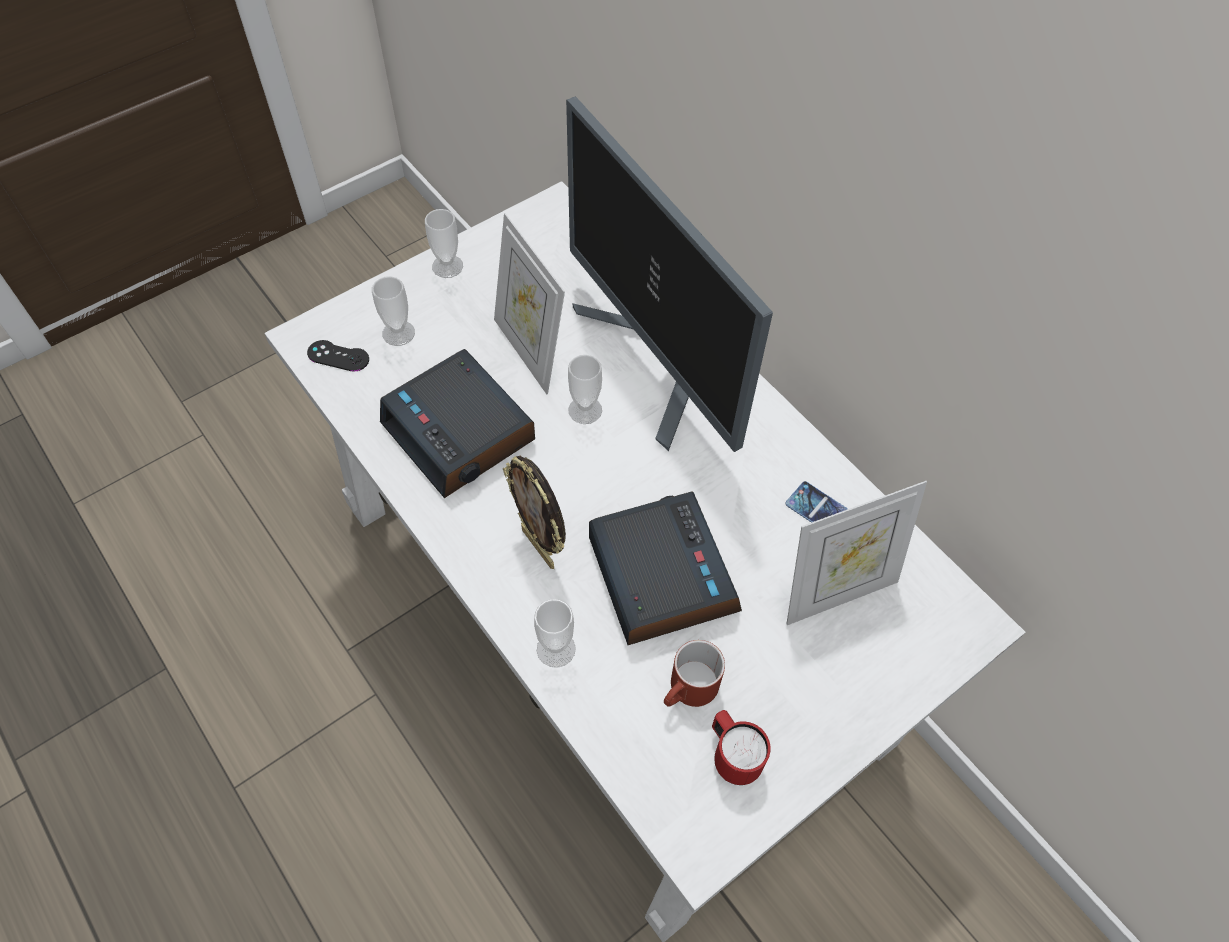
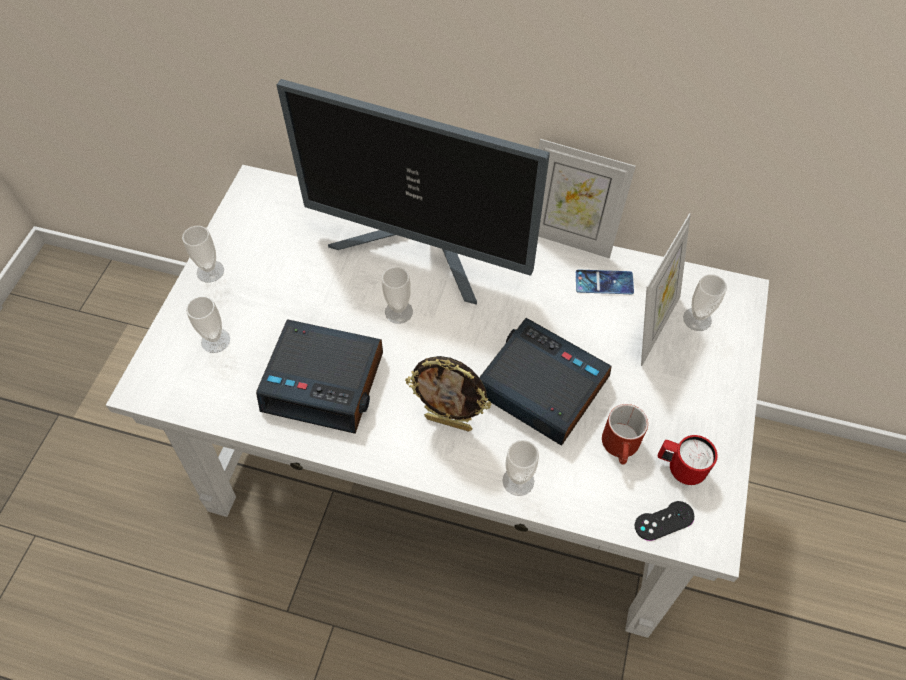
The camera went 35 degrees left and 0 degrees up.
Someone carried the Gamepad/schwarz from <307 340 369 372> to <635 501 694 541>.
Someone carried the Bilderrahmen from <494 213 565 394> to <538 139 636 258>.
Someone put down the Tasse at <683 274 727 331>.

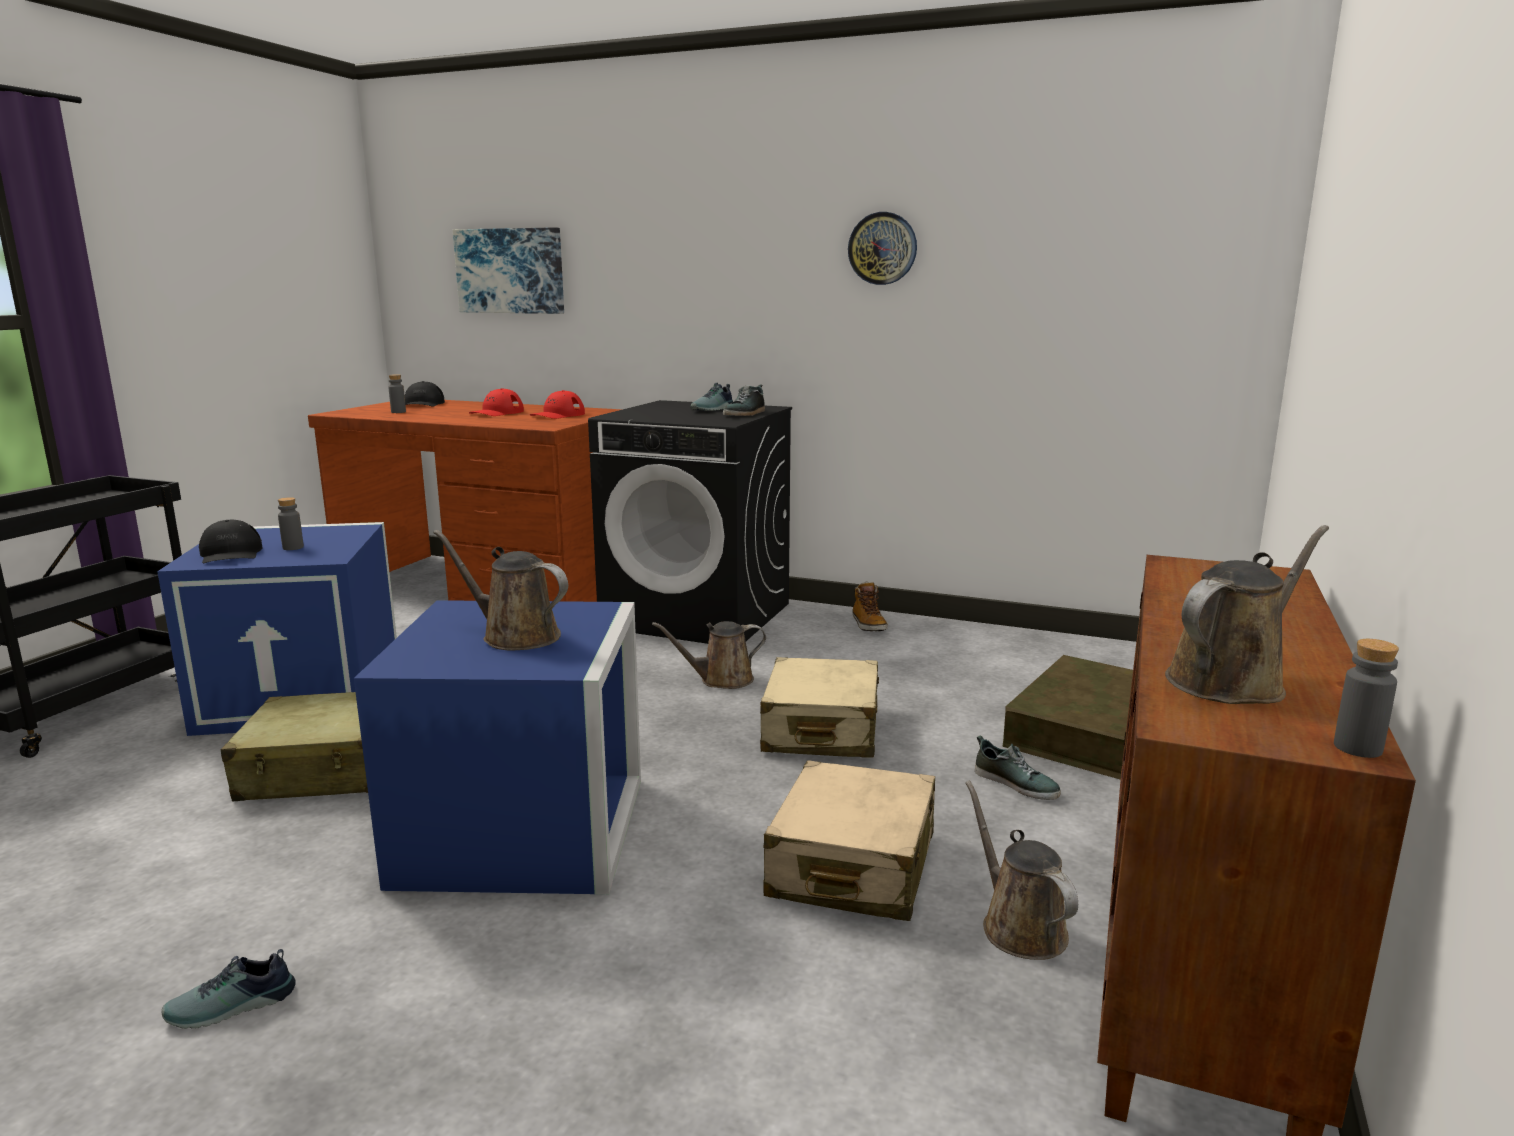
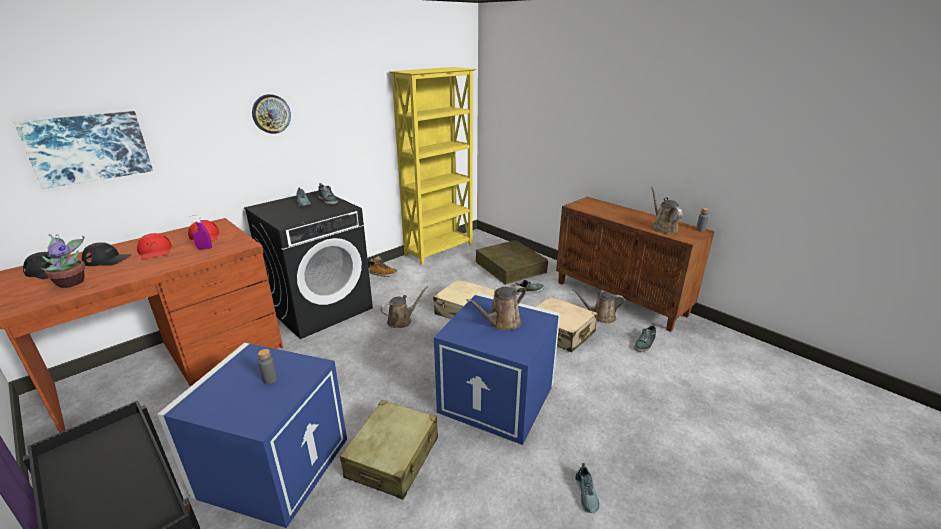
The camera went 65 degrees left and 10 degrees up.
Someone carried the Kappe/schwarz from <199 520 262 563> to <82 242 131 266>.
Someone swapped the Flasche/grau at <388 374 406 413> for the Topfpflanze at <41 234 85 288>.
Someone rotated the Gießkanne/braun at <652 621 766 689> by 135 degrees counterclockwise.
Someone carried the Wanduhr from <848 212 917 285> to <252 94 291 134>.
Someone put down the Sprühflasche/lila at <189 215 212 249>.
Someone put down the Bücherregal/gelb at <389 67 476 265>.
Someone put down the Schuh at <634 324 656 352>.

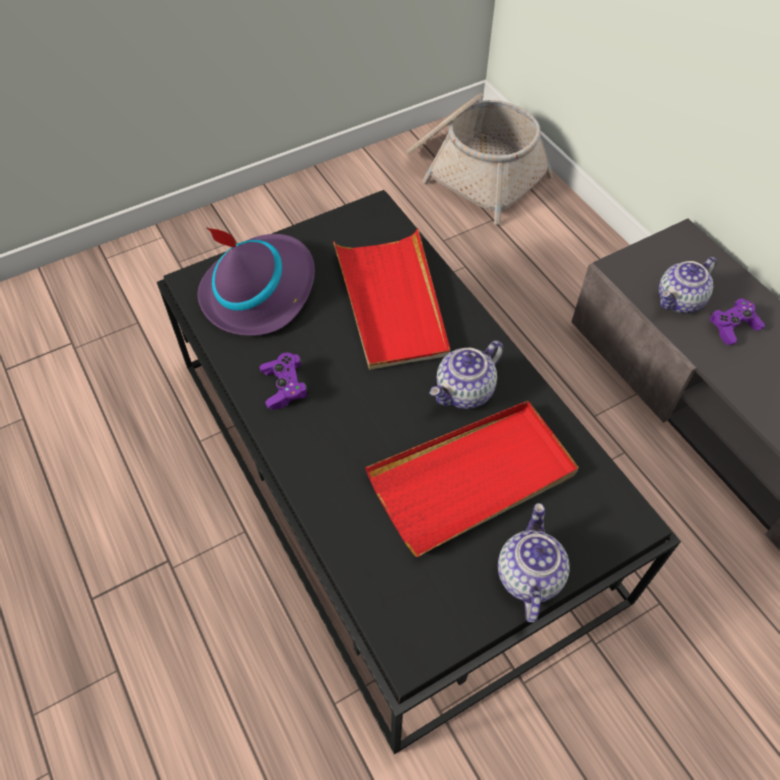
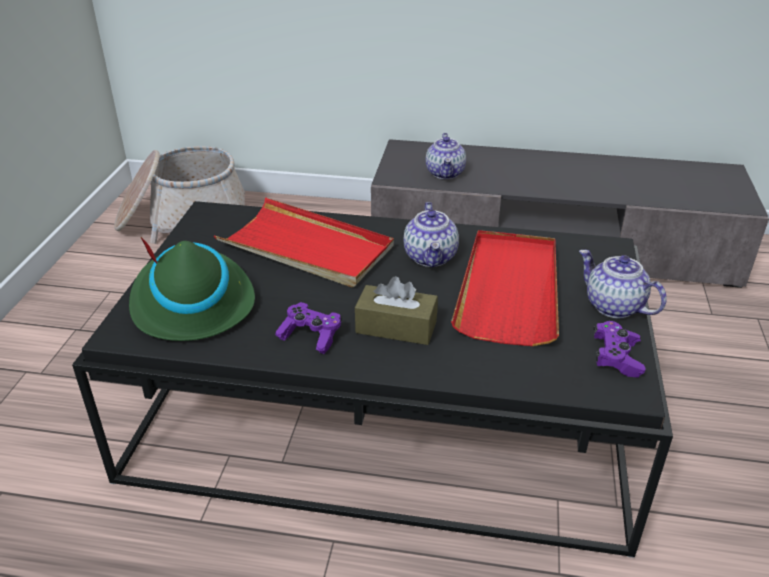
The camera went 50 degrees left and 20 degrees down.
Someone repainted the Hut/lila at <198 227 315 336>, which became the Hut/grün at <129 237 255 341>.
Someone carried the Gamepad/lila from <710 298 765 345> to <594 321 646 378>.
Someone put down the Taschentuchbox/braun at <355 276 438 345>.

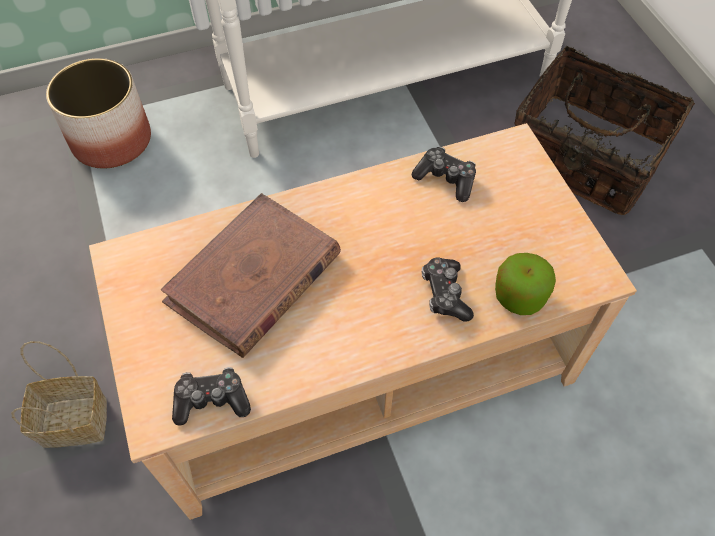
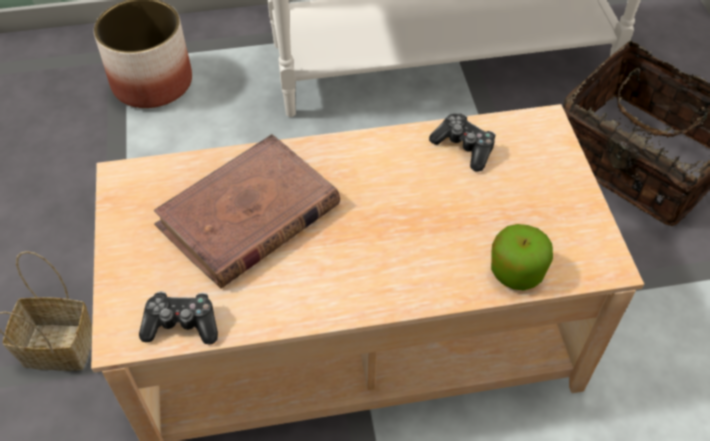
The camera went 10 degrees right and 5 degrees down.
Someone took away the Gamepad at <422 258 474 322>.

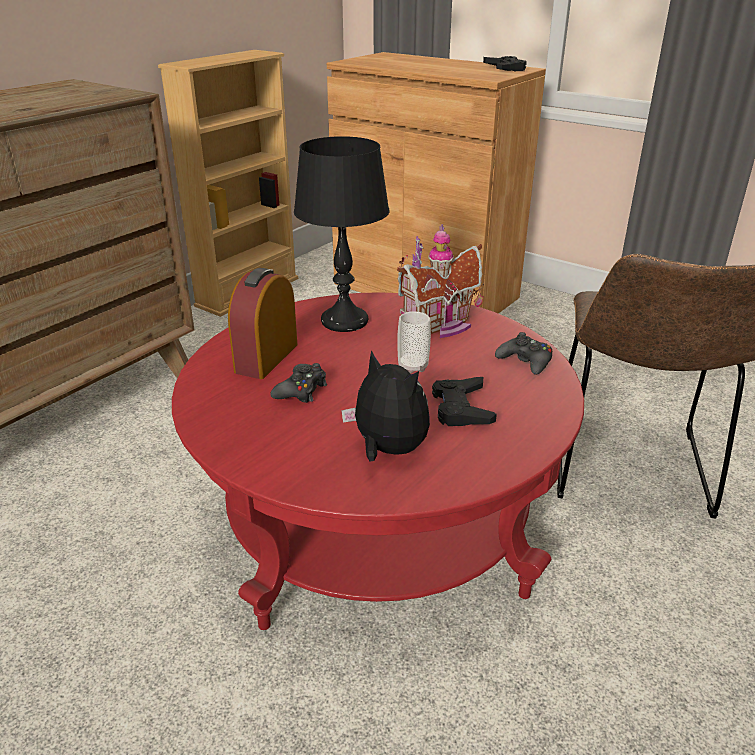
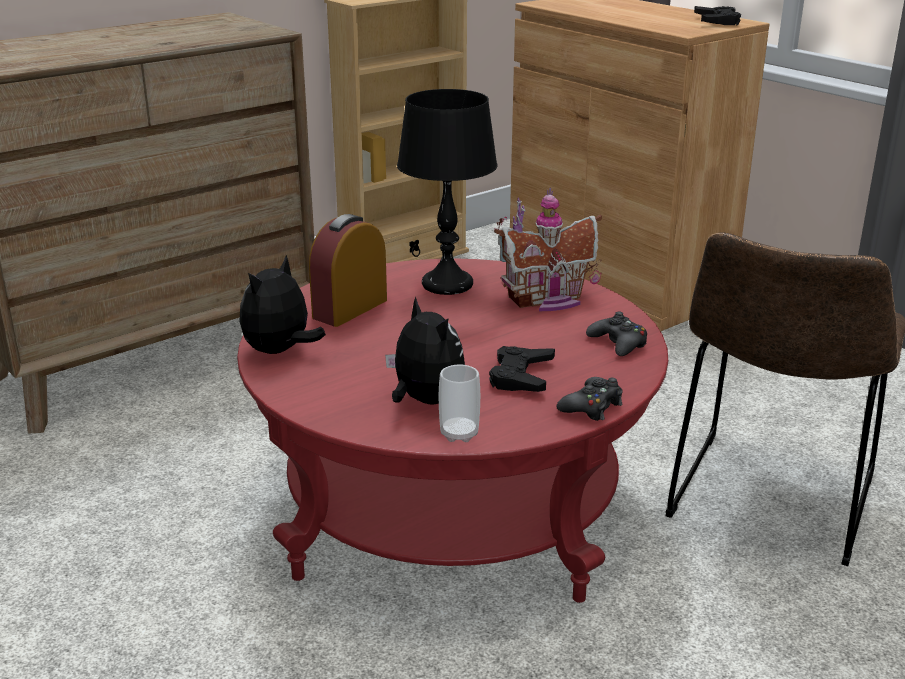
The camera went 15 degrees right and 5 degrees down.
Someone carried the Gamepad/schwarz from <270 363 327 403> to <556 377 623 421>.
Someone carried the Tasse from <397 312 431 373> to <439 364 480 442>.
Someone put down the Plüschtier at <239 255 326 354>.

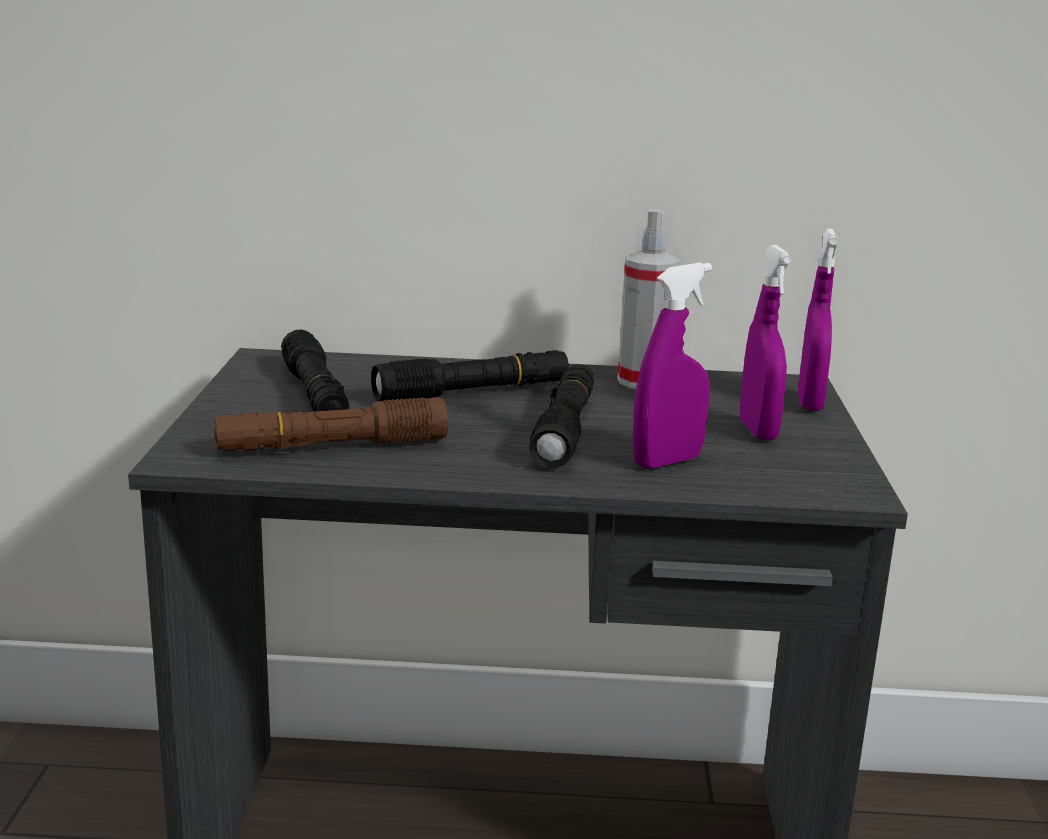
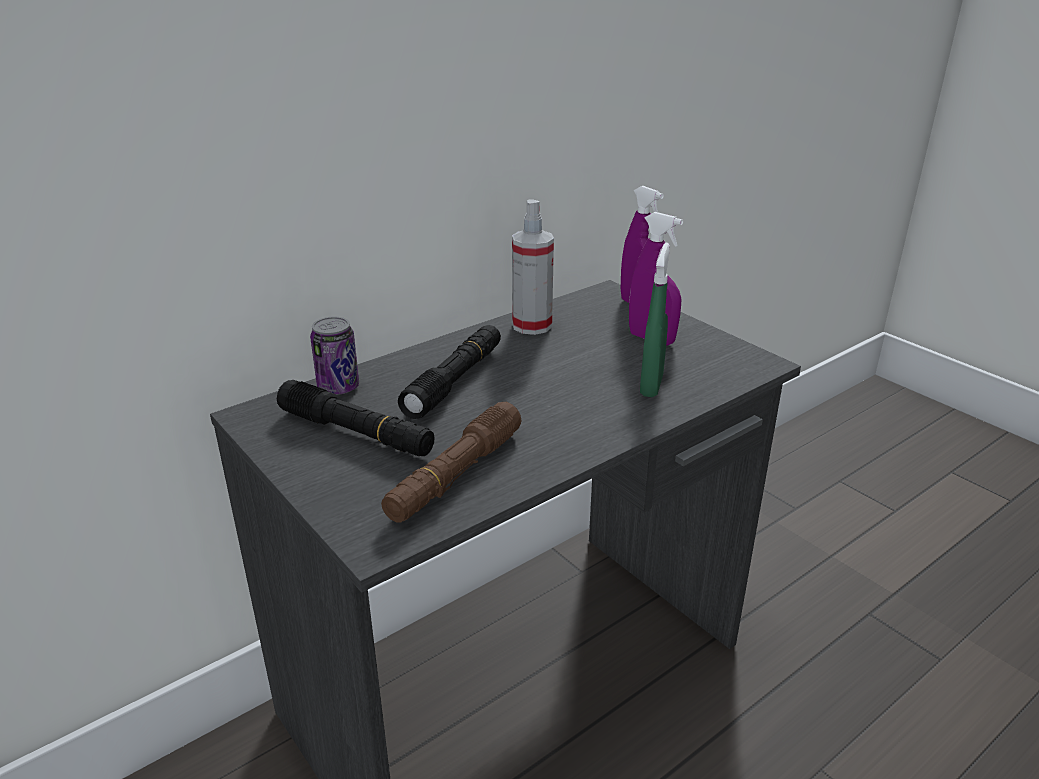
The camera went 40 degrees left and 10 degrees up.
Someone took away the Taschenlampe/schwarz at <529 364 594 469>.
Someone repainted the Sprühflasche/lila at <633 262 712 469>, which became the Sprühflasche/grün at <640 243 670 397>.
Someone put down the Dose at <310 317 359 395>.

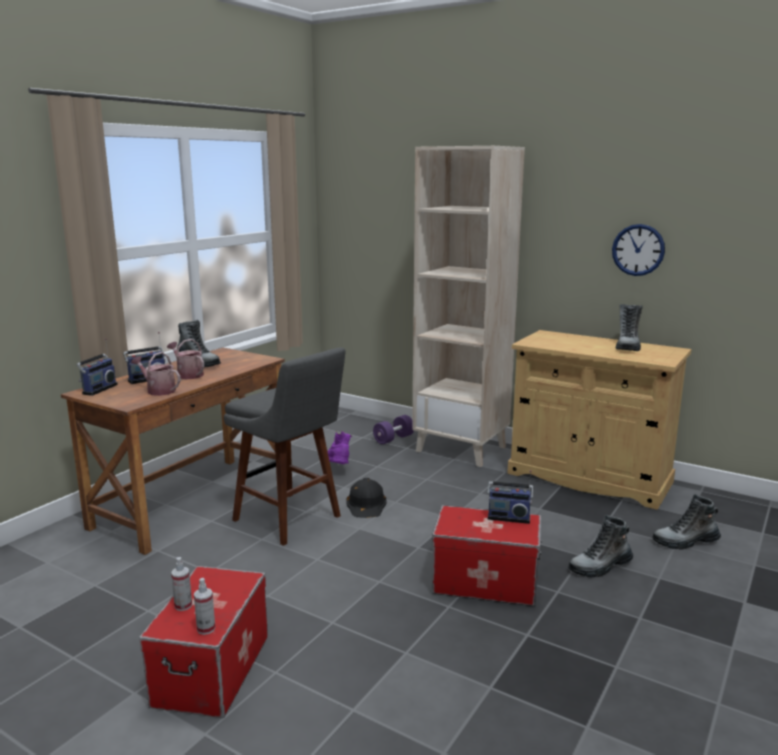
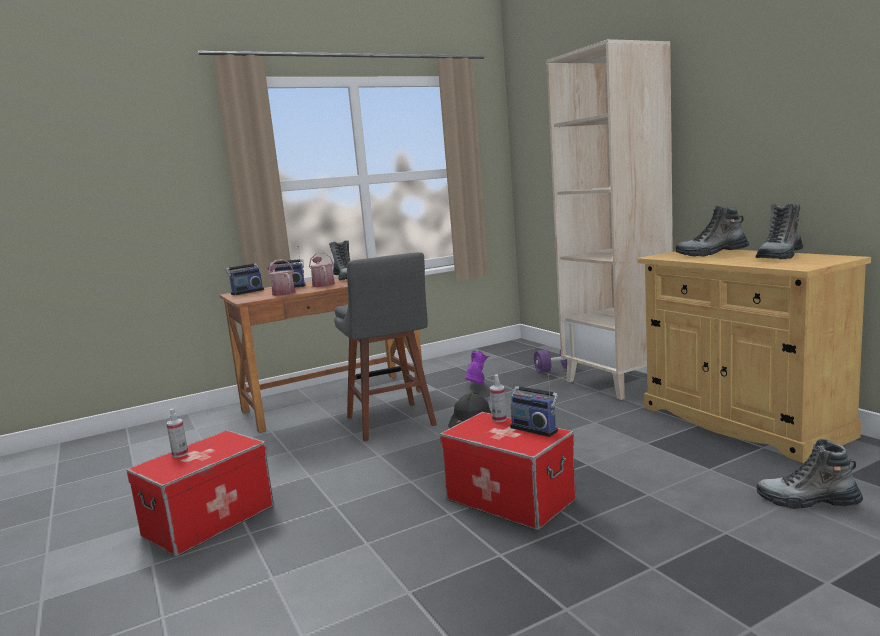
The camera went 30 degrees right and 5 degrees down.
Someone carried the Sprühflasche from <194 578 215 635> to <490 374 507 422>.
Someone carried the Stiefel from <568 515 633 577> to <676 206 750 257>.
Someone took away the Wanduhr at <612 224 665 276>.

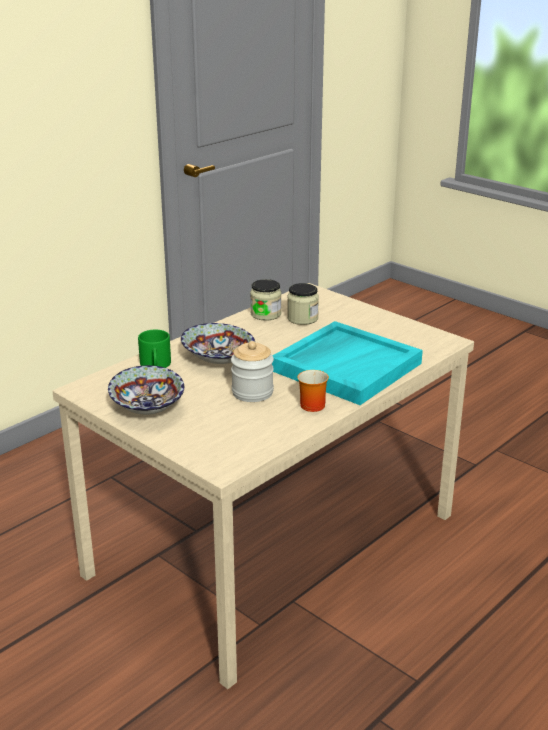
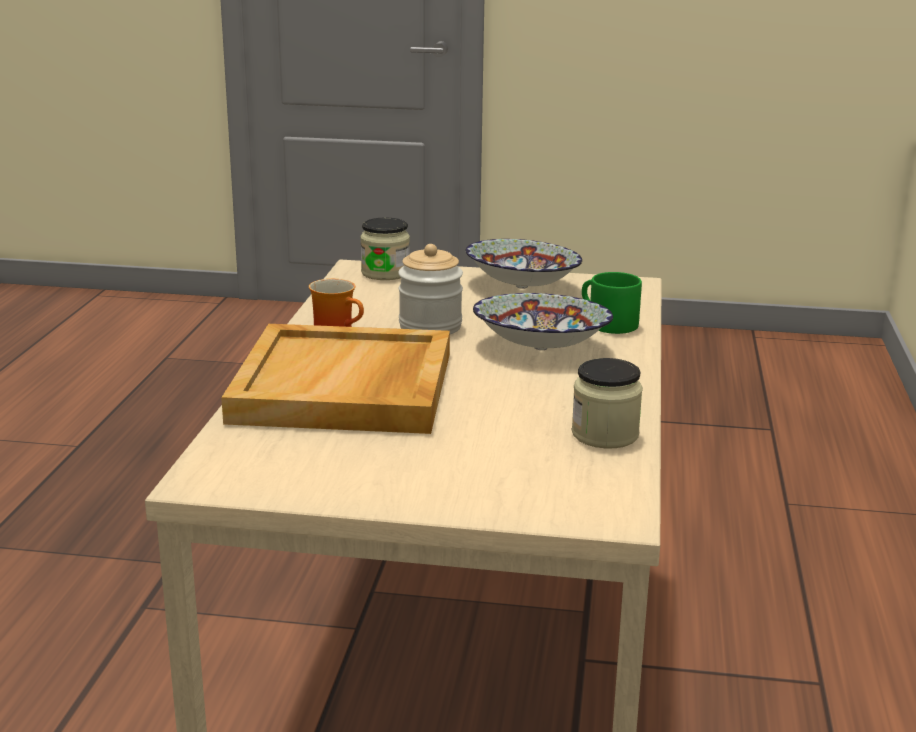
The camera went 145 degrees right and 5 degrees down.
Someone repainted the Tablett/türkis at <272 321 423 405>, which became the Tablett/beige at <221 324 450 434>.
Someone carried the Vorratsglas from <287 283 319 325> to <360 217 410 280>.

